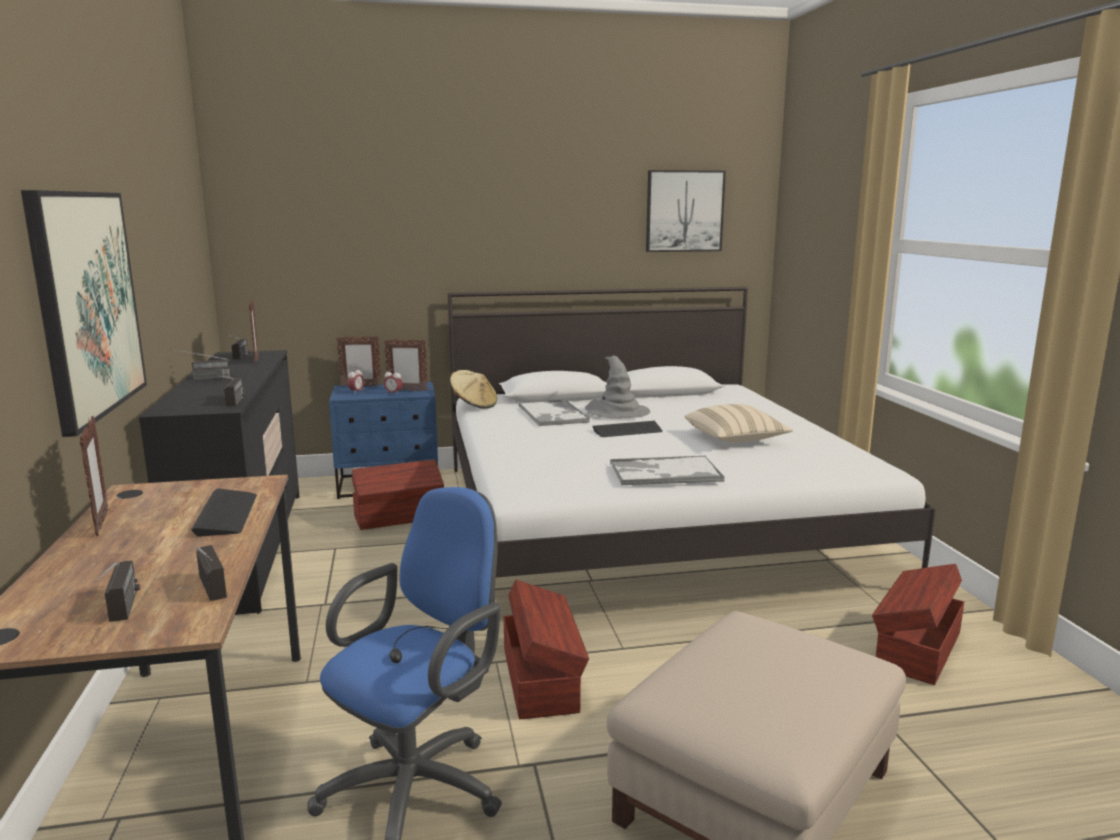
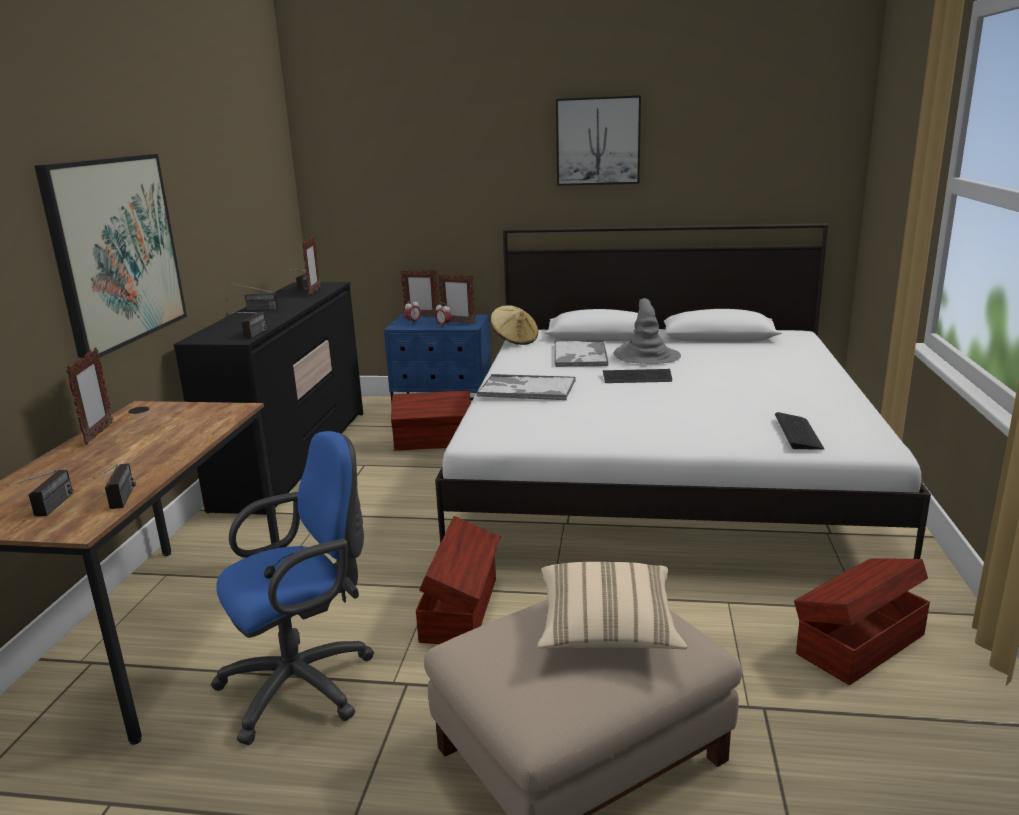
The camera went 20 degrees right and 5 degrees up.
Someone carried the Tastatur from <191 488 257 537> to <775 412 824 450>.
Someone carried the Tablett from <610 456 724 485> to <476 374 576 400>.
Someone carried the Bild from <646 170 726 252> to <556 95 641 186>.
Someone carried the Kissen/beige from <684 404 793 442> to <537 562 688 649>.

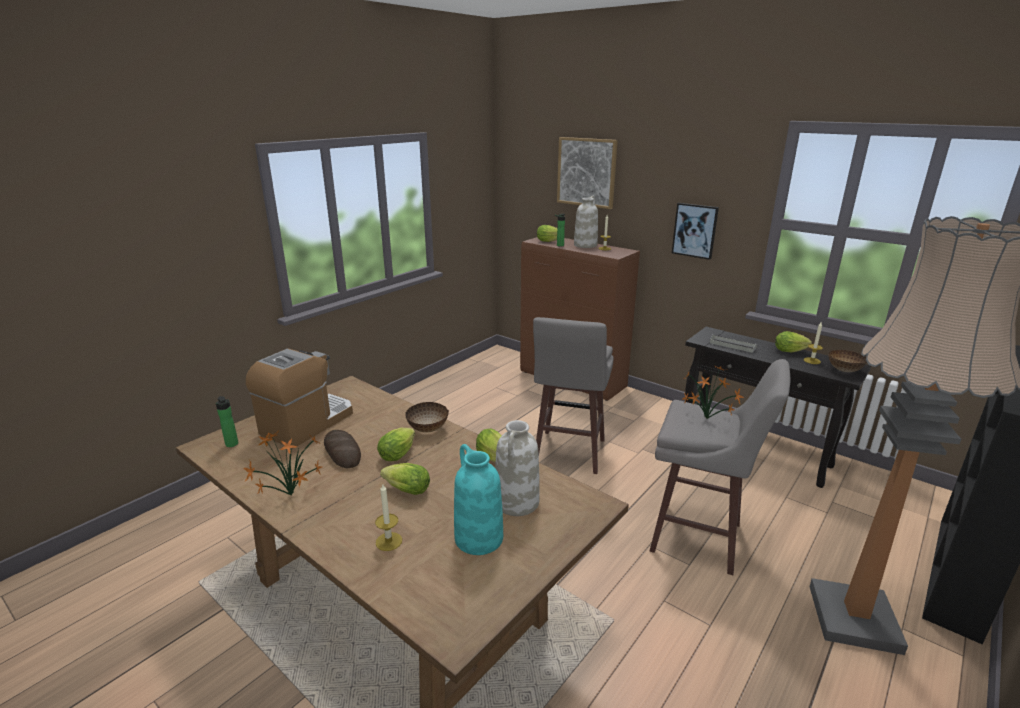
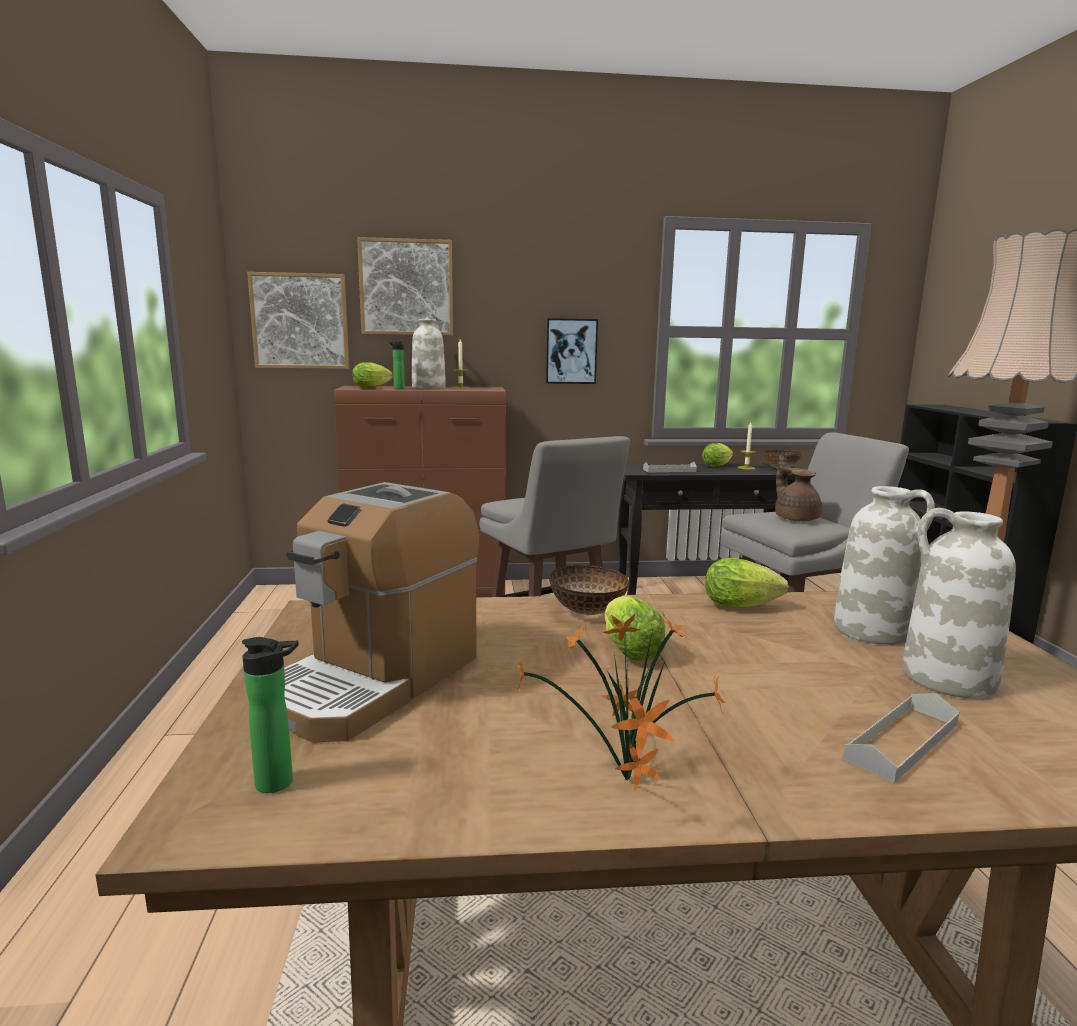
The camera went 45 degrees left and 10 degrees down.
Someone rotated the Kaffeemaschine at <246 349 353 449> by 135 degrees counterclockwise.
Someone took away the Brot at <324 430 361 468>.
Someone swapped the Kerze at <375 484 402 551> for the Tablett/grau at <843 693 959 783>.
Someone took away the Salatkopf at <380 463 430 495>.
Someone repainted the Vase/türkis at <454 444 503 555>, which became the Vase/weiß at <902 508 1016 699>.
Someone swapped the Topfpflanze at <682 366 744 419> for the Teekanne/braun at <775 455 822 521>.
Someone put up the Bild at <247 272 349 369>.

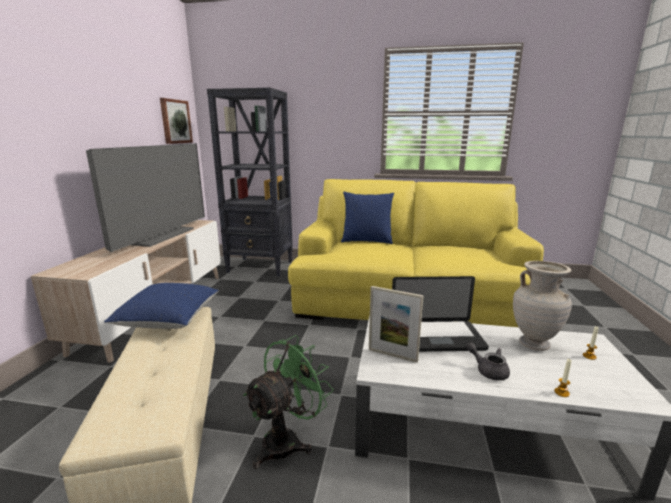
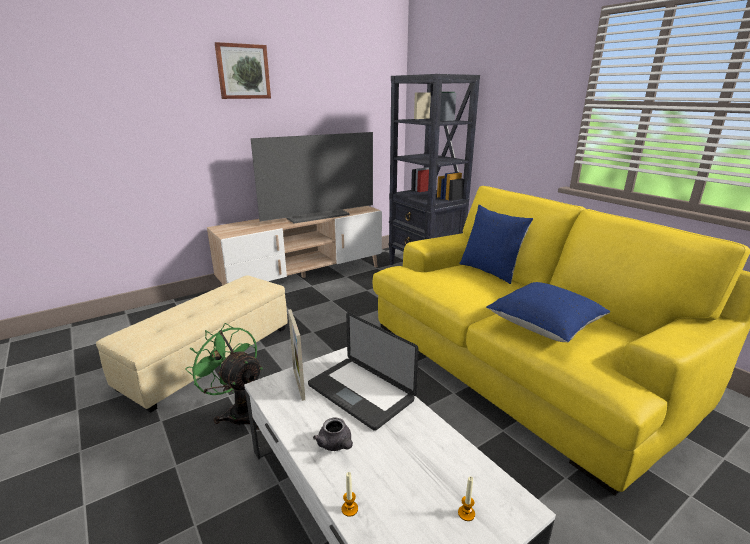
The camera went 45 degrees right and 5 degrees up.
Someone carried the Kissen/blau from <104 283 219 329> to <486 282 610 342>.
Someone carried the Bild from <160 98 193 144> to <215 42 271 99>.
Someone rotated the Ventilator/grün at <243 335 334 469> by 135 degrees counterclockwise.
Someone rotated the Teekanne/grau at <466 342 510 381> by 150 degrees clockwise.
Someone took away the Vase/beige at <513 261 572 351>.

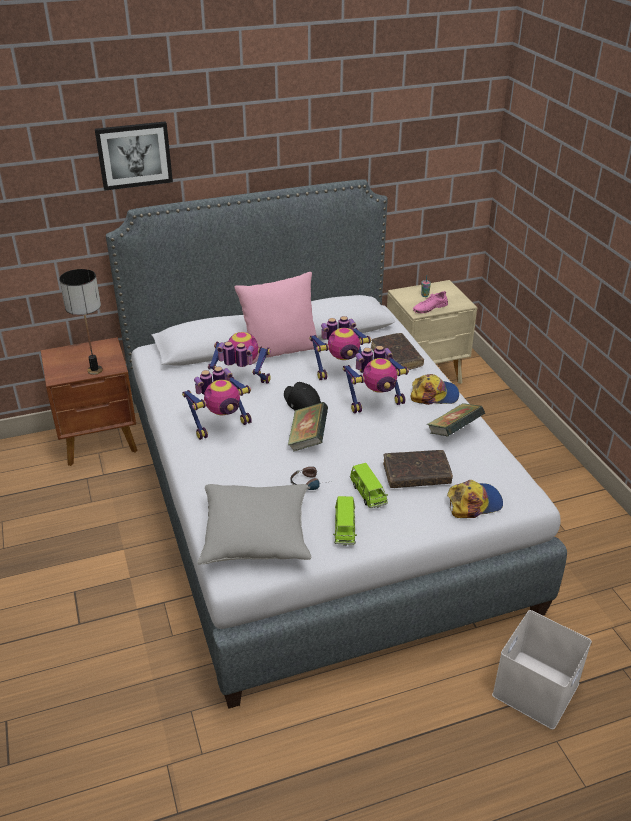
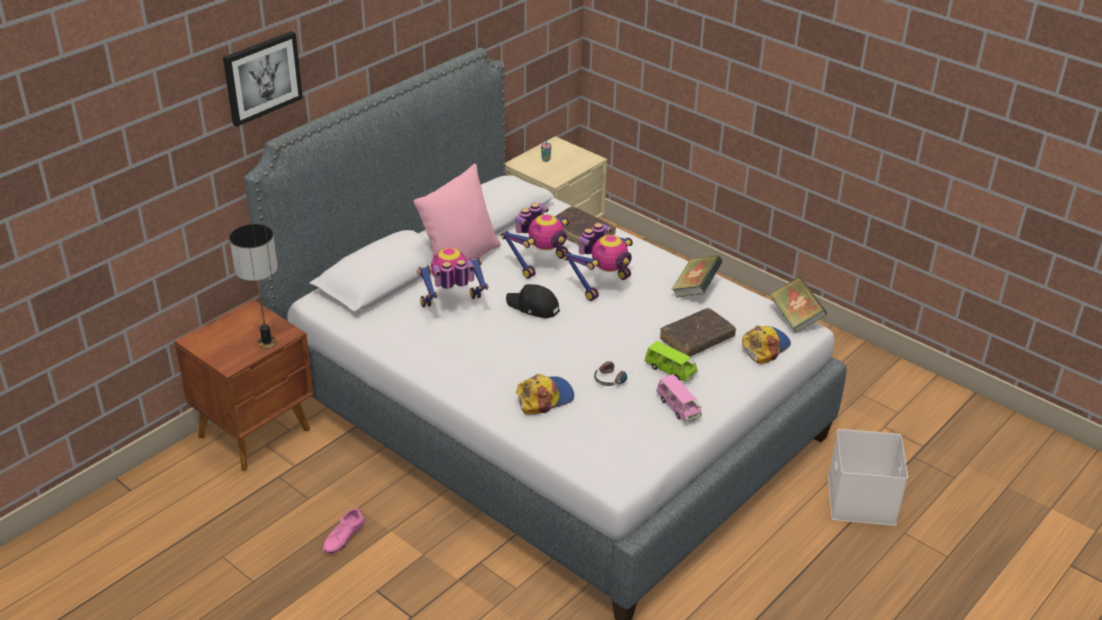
The camera went 30 degrees left and 0 degrees up.
Someone took away the Spielzeugroboter at <182 367 252 440>.
Someone took away the Kissen/grau at <197 484 311 565>.
Someone carried the Buch from <288 402 328 452> to <770 276 827 334>.
Someone repainted the Spielzeugauto/grün at <333 496 357 546>, which became the Spielzeugauto/rosa at <656 374 702 422>.
Someone carried the Kappe from <410 374 459 405> to <516 374 574 415>.
Someone carried the Schuh/rosa from <413 291 448 313> to <323 508 365 555>.

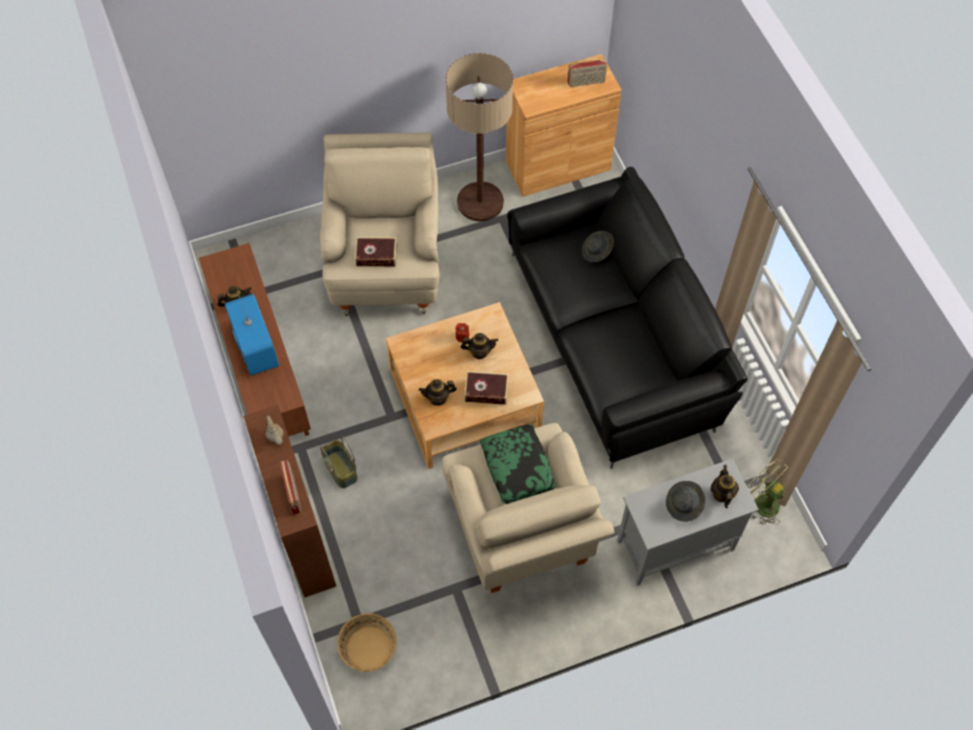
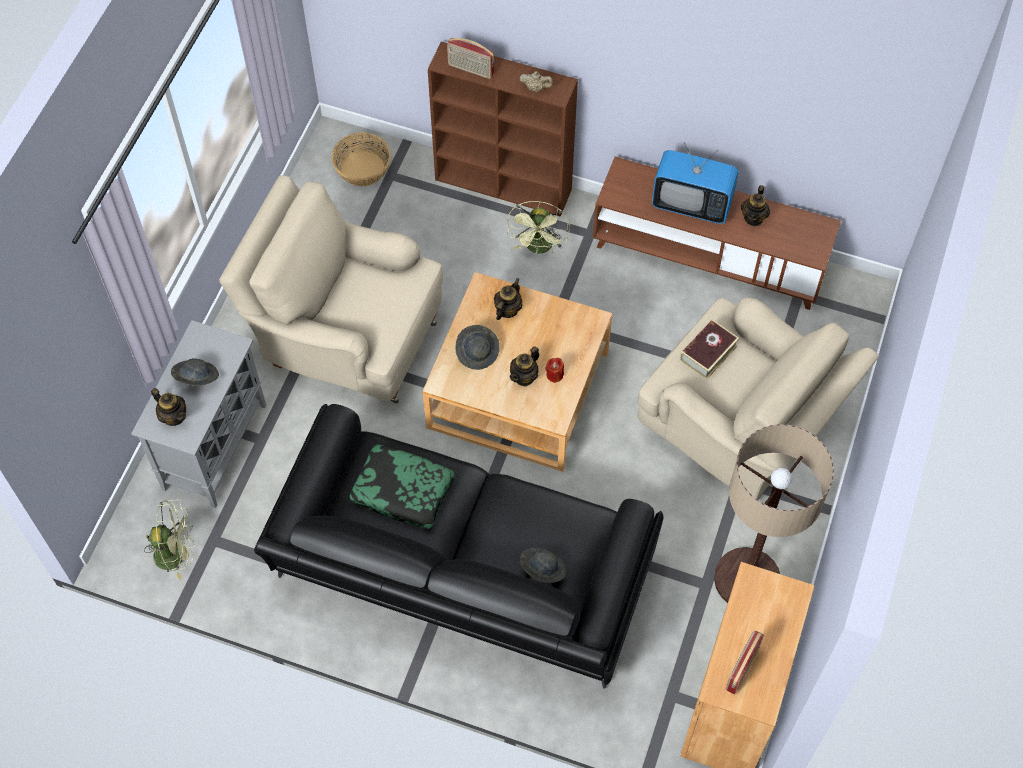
The camera went 130 degrees right and 0 degrees up.
Someone swapped the Korb at <320 436 358 488> for the Ventilator/grün at <507 201 570 254>.
Someone swapped the Buch at <464 371 509 405> for the Hut/grau at <455 325 499 370>.
Someone carried the Kissen from <480 424 556 504> to <349 444 455 529>.

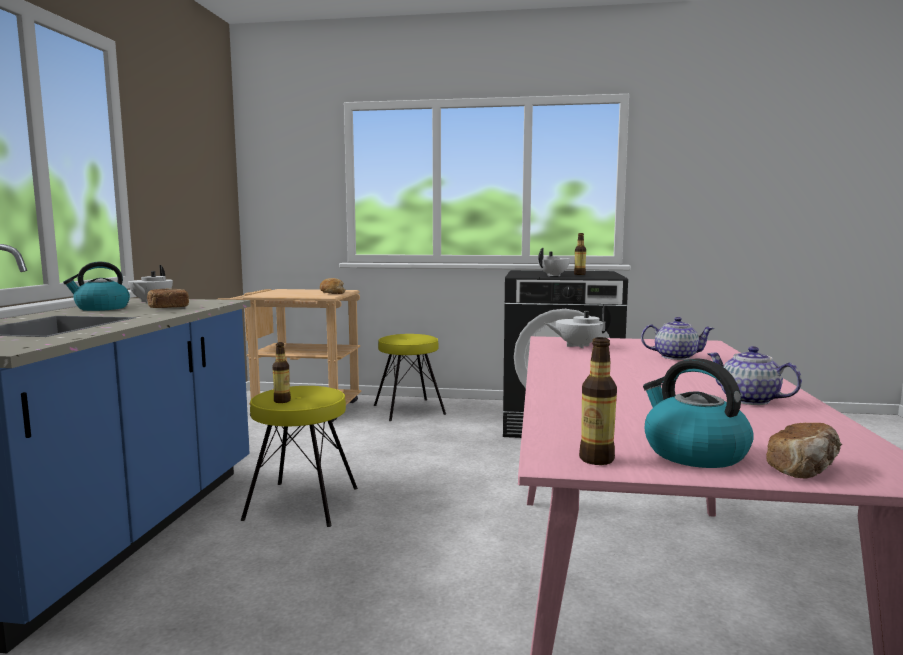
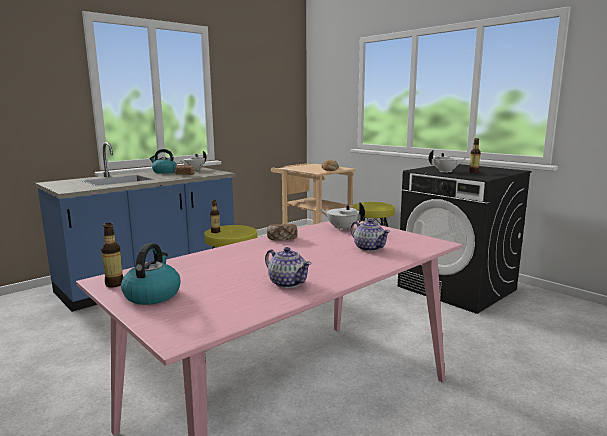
The camera went 40 degrees right and 5 degrees up.
Someone rotated the Teekanne at <707 346 802 405> by 135 degrees clockwise.
Someone carried the Brot from <766 423 842 478> to <267 224 298 241>.

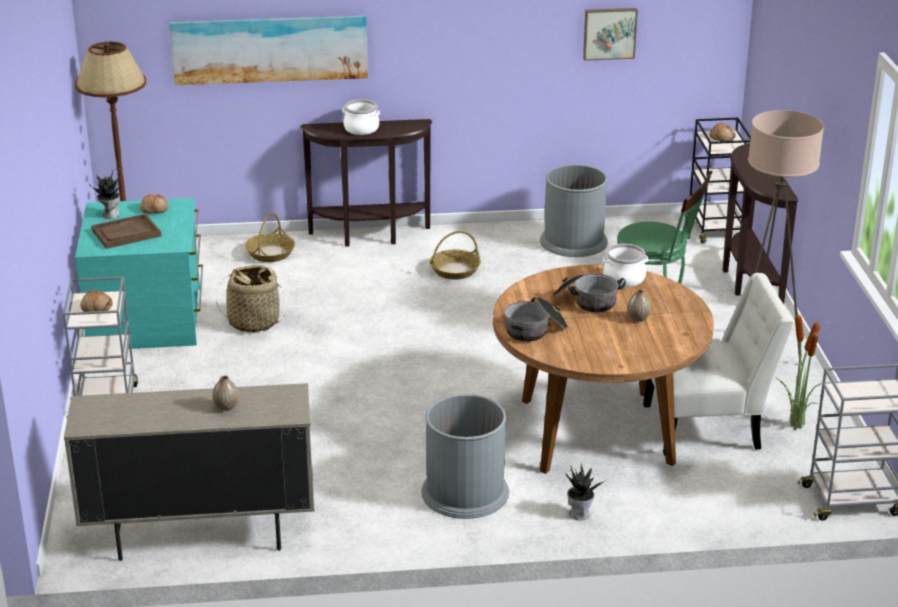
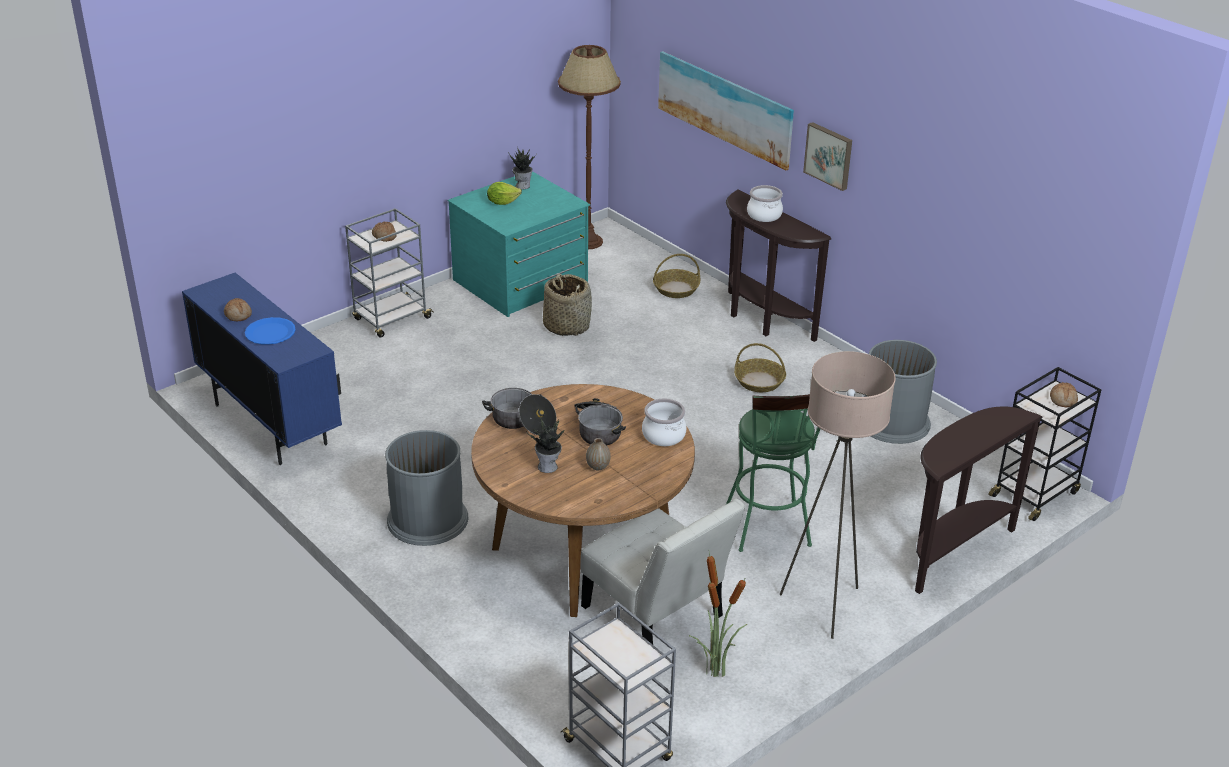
The camera went 55 degrees right and 5 degrees up.
Someone repainted the Schrank/beige at <64 383 315 561>, which became the Schrank/blau at <182 273 342 465>.
Someone swapped the Tablett/braun at <91 214 161 249> for the Salatkopf at <487 182 522 205>.
Someone carried the Brot from <140 194 168 214> to <224 298 252 322>.
Someone swapped the Vase at <212 375 239 411> for the Teller/blau at <245 317 296 345>.
Someone carried the Topfpflanze from <565 464 606 520> to <526 417 564 473>.
Someone carried the Bild from <583 8 638 61> to <803 122 852 191>.

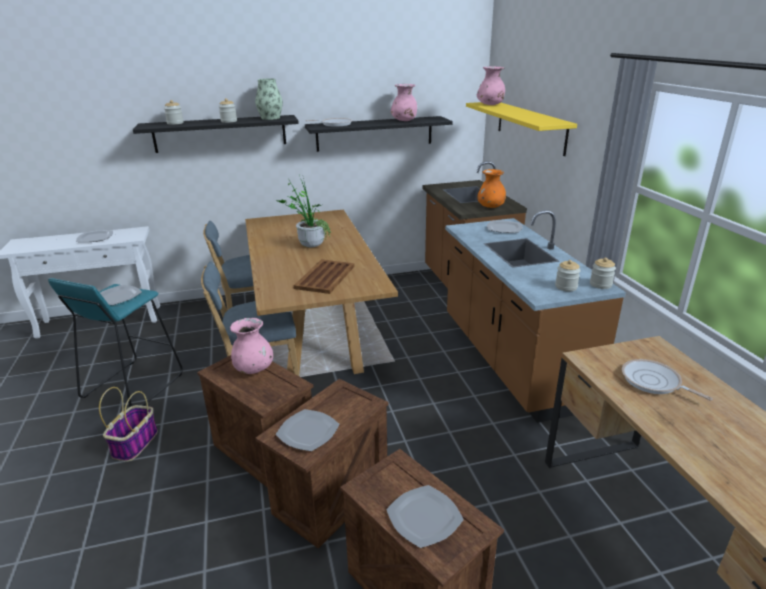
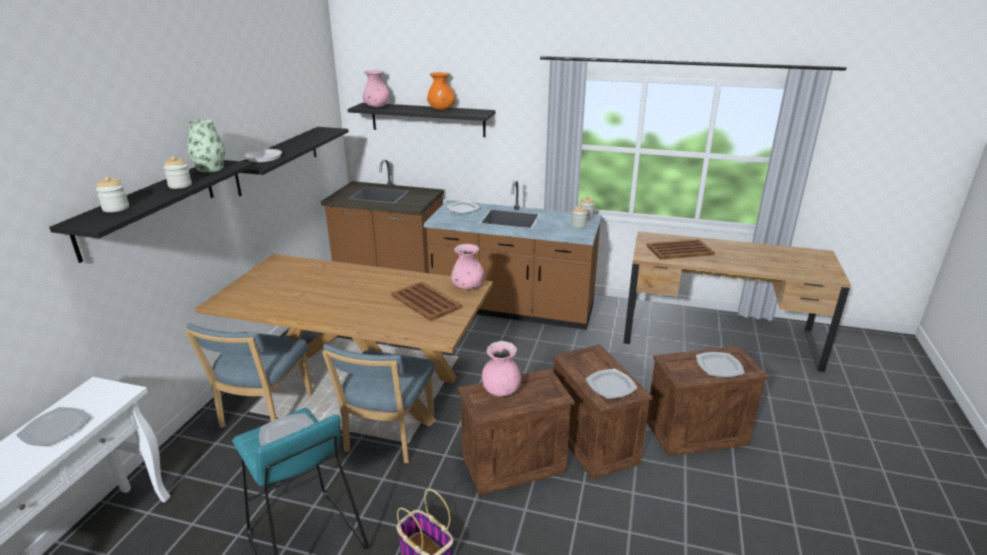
The camera went 60 degrees left and 0 degrees up.
Someone took away the Topfpflanze at <278 175 331 247>.
Someone carried the Vase/rosa from <391 84 417 121> to <451 244 484 290>.
Someone repainted the Wandregal/gelb at <466 102 577 156>, which became the Wandregal/schwarz at <347 103 495 137>.
Someone carried the Vase/orange from <477 169 506 208> to <427 72 455 110>.
Someone swapped the Pfanne at <622 359 713 400> for the Tablett/braun at <647 239 715 260>.

